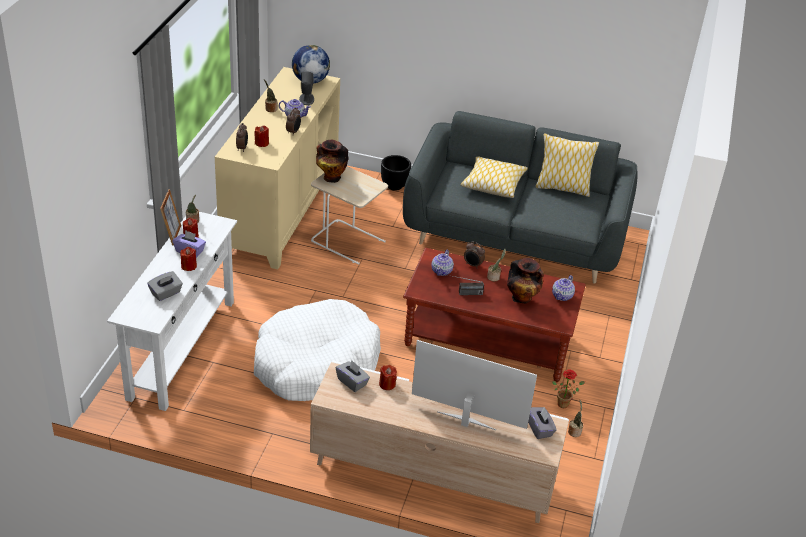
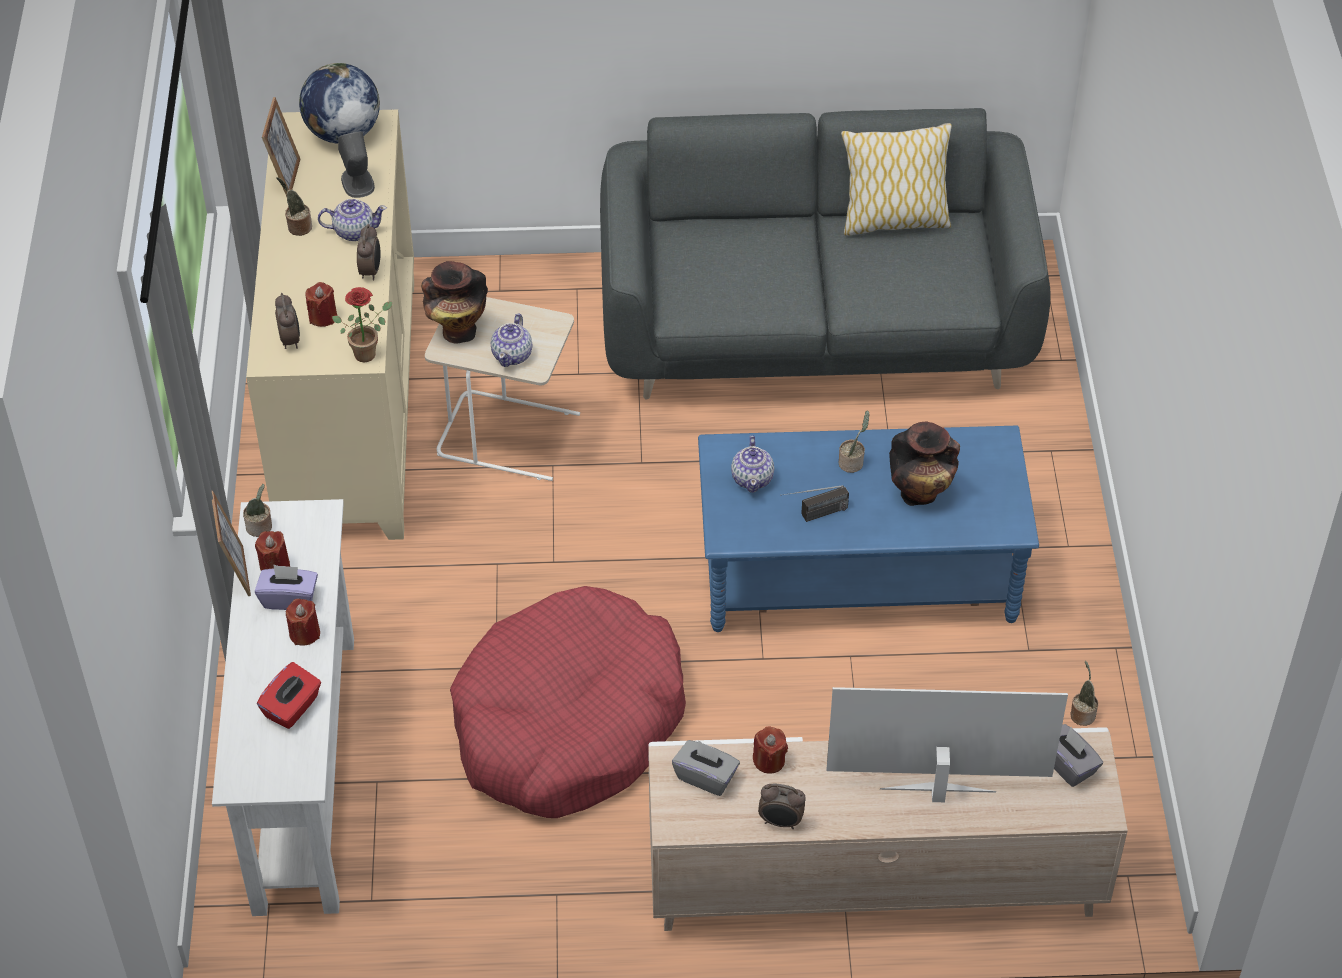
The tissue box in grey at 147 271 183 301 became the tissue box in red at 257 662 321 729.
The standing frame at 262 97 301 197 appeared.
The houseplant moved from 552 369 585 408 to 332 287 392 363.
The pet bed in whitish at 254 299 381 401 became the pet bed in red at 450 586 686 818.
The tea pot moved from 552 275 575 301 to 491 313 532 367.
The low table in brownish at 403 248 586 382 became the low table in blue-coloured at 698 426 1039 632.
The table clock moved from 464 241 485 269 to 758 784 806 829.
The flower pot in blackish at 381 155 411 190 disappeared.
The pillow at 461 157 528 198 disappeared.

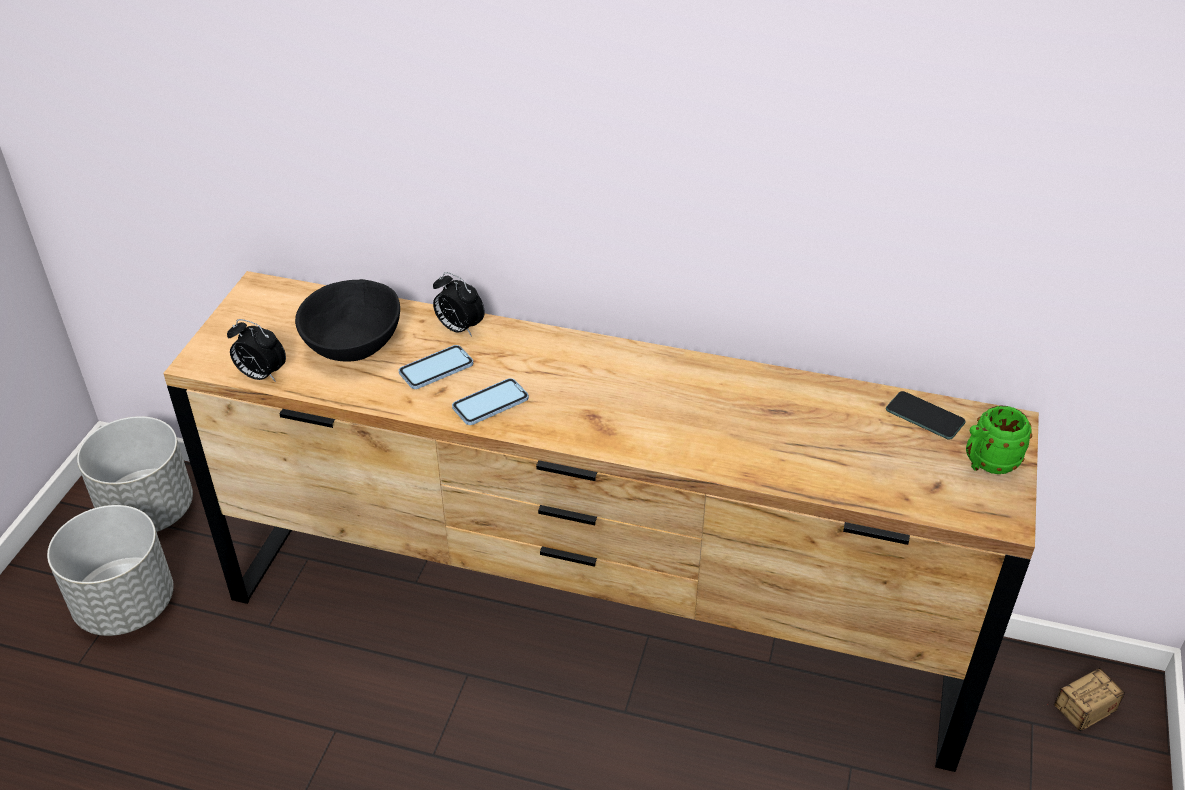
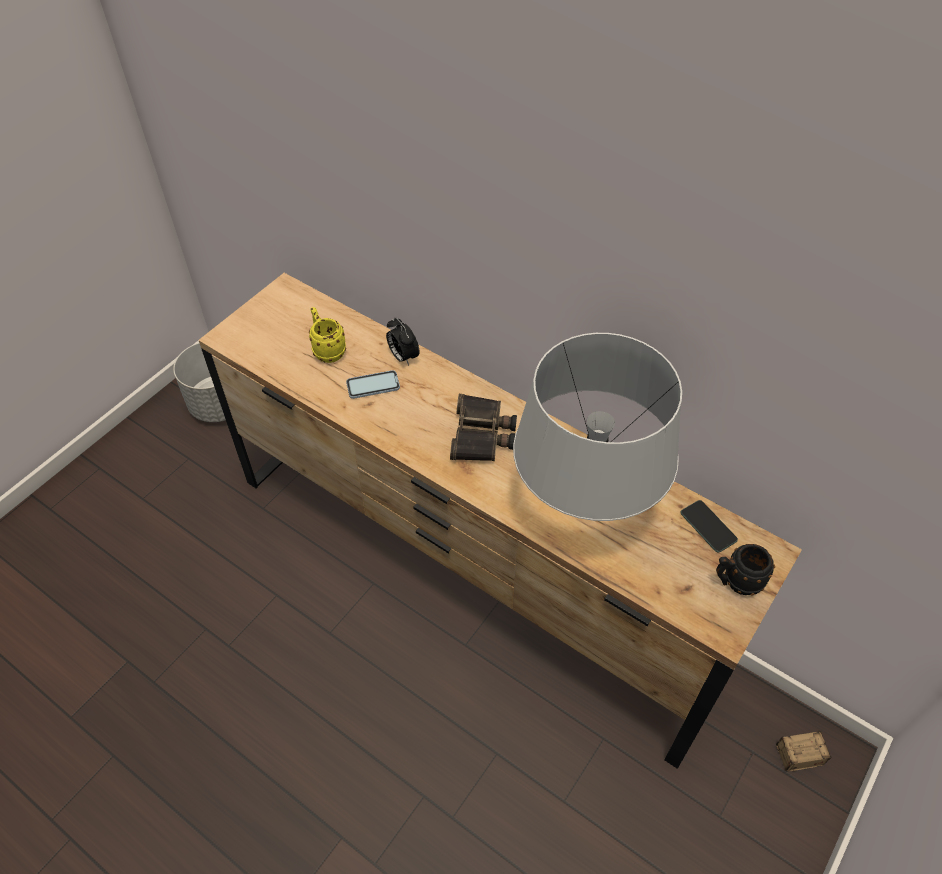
The bowl in blackish at 295 279 400 362 was replaced by the coffee mug in yellow-coloured at 309 307 346 363.
The pair of binoculars at 450 394 517 461 appeared.
The lamp for a table in grey at 513 333 682 521 appeared.
The coffee mug in green at 966 406 1032 474 became the coffee mug in blackish at 716 544 775 596.
The flower pot in grey at 47 505 174 636 disappeared.
The table clock at 227 319 286 382 disappeared.
The phone at 452 378 529 425 disappeared.

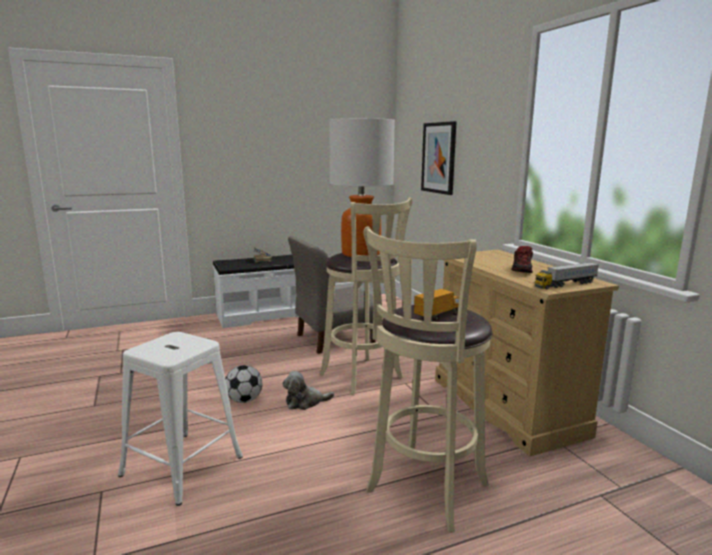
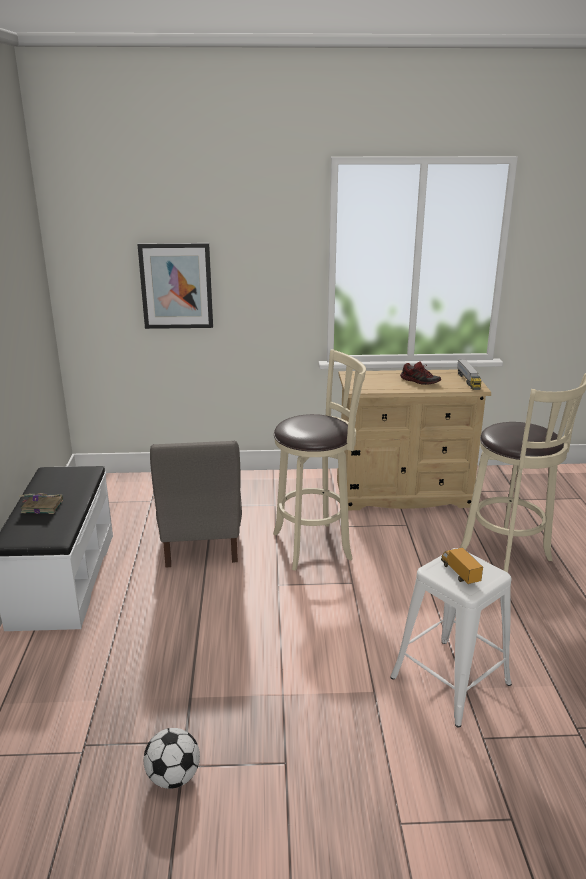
The football moved from 225 365 262 403 to 144 728 200 789.
The toy truck moved from 414 289 459 321 to 441 547 483 584.
The plush toy at 282 371 334 410 disappeared.
The lamp for a table at 329 118 395 257 disappeared.

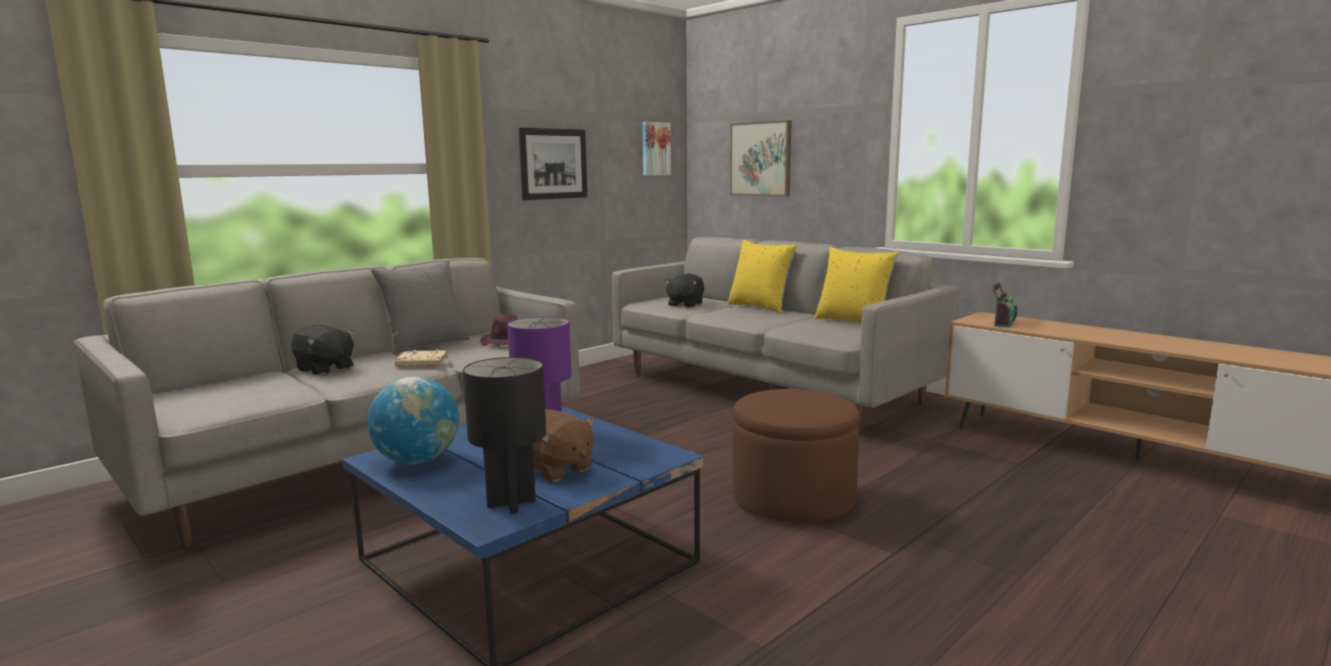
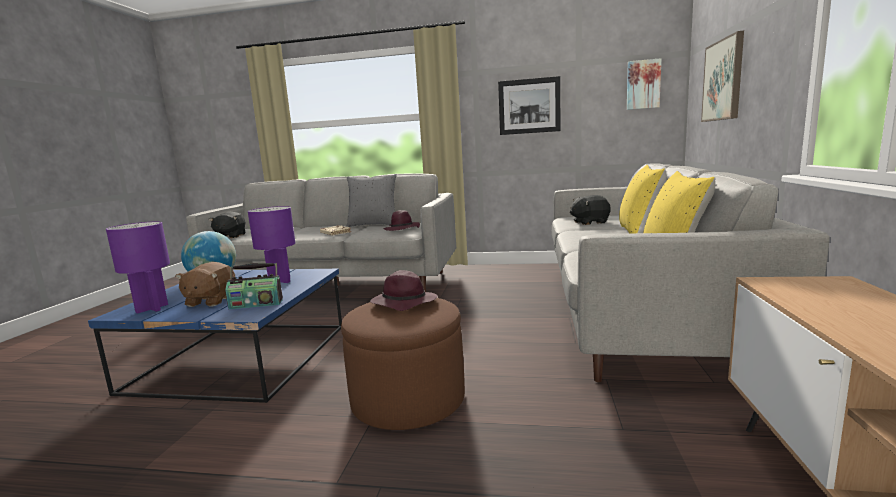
The lamp for a table in blackish at 463 357 546 514 became the lamp for a table in purplish at 106 221 170 314.
The plush toy in blackish moved from 292 325 354 375 to 208 212 246 238.
The radio set moved from 993 282 1018 328 to 225 263 283 309.
The clothing hat in purplish at 370 270 438 311 appeared.

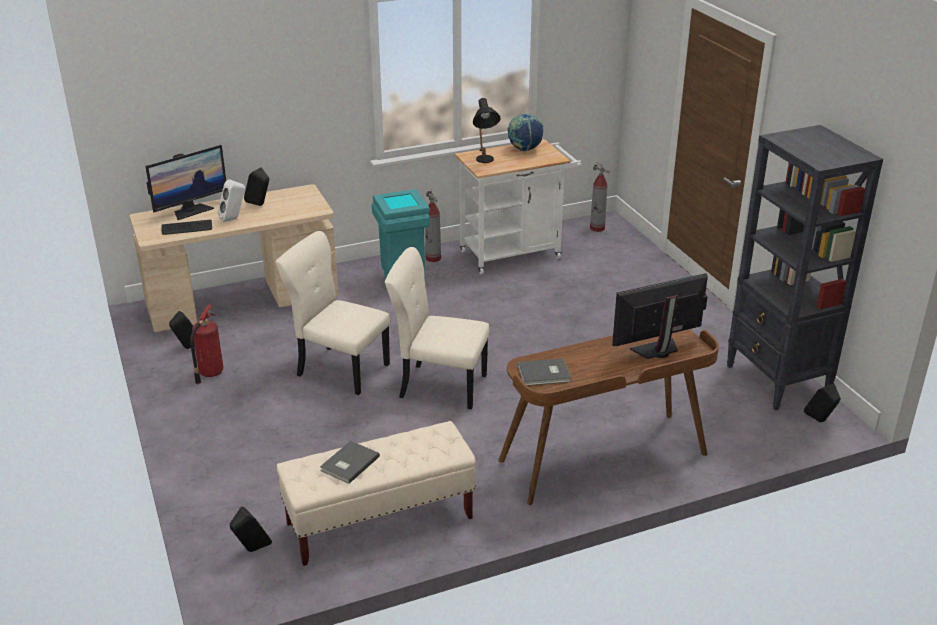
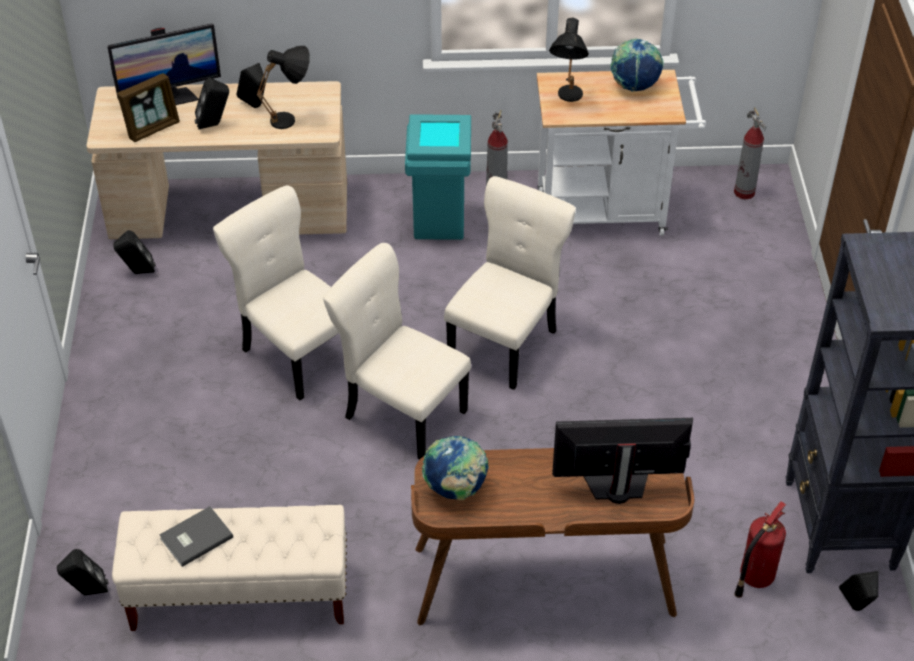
The keyboard at 162 220 212 235 was replaced by the standing frame at 117 73 180 142.
The loudspeaker in whitish at 218 179 245 222 became the loudspeaker in blackish at 195 78 229 129.
The lamp for a table in blackish at 256 46 310 129 appeared.
The volume in grey at 518 358 571 386 was replaced by the world globe at 422 436 489 500.
The chair in beige-coloured at 444 176 576 390 appeared.
The fire-fighting cylinder moved from 190 304 223 384 to 734 501 786 598.

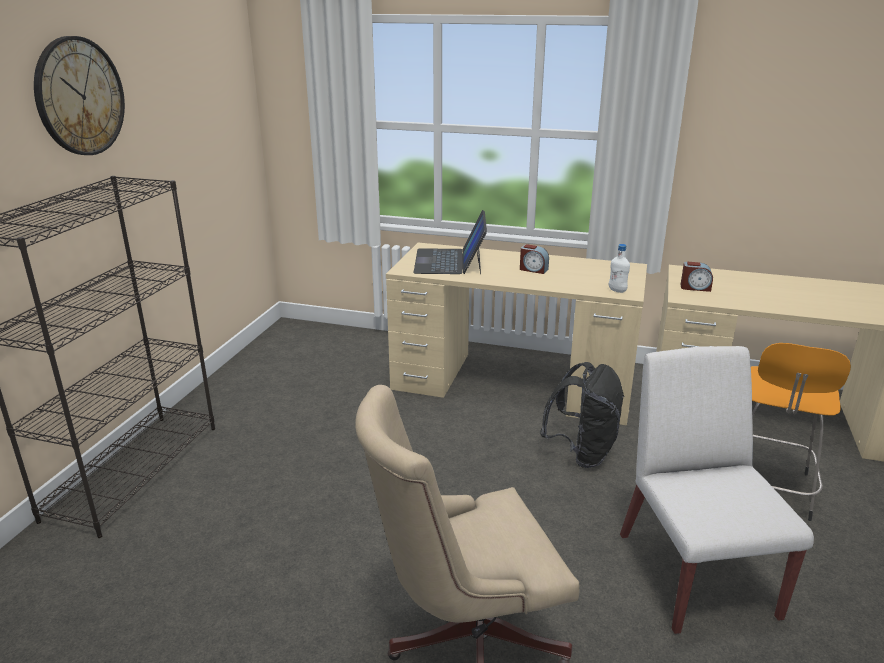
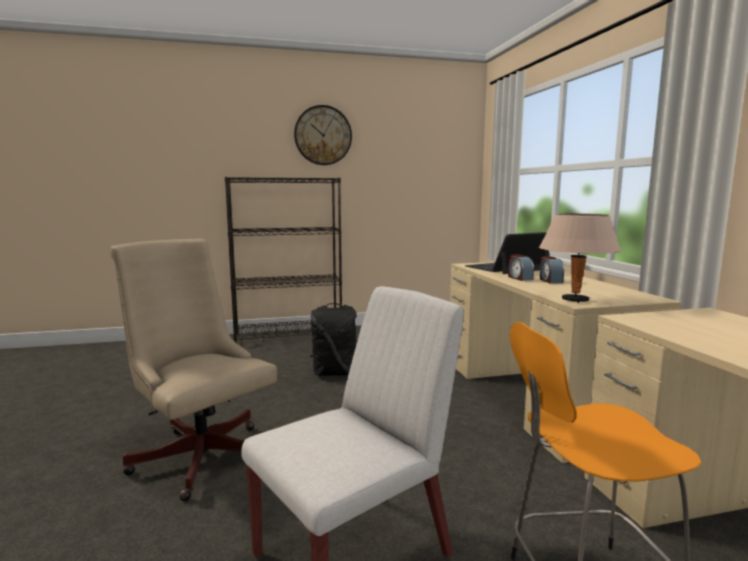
The backpack in blackish moved from 540 362 625 468 to 310 303 357 376.
The table clock moved from 681 262 713 292 to 508 254 534 281.
The beverage bottle in whitish at 609 244 630 293 was replaced by the lamp for a table in beige-coloured at 539 214 621 303.

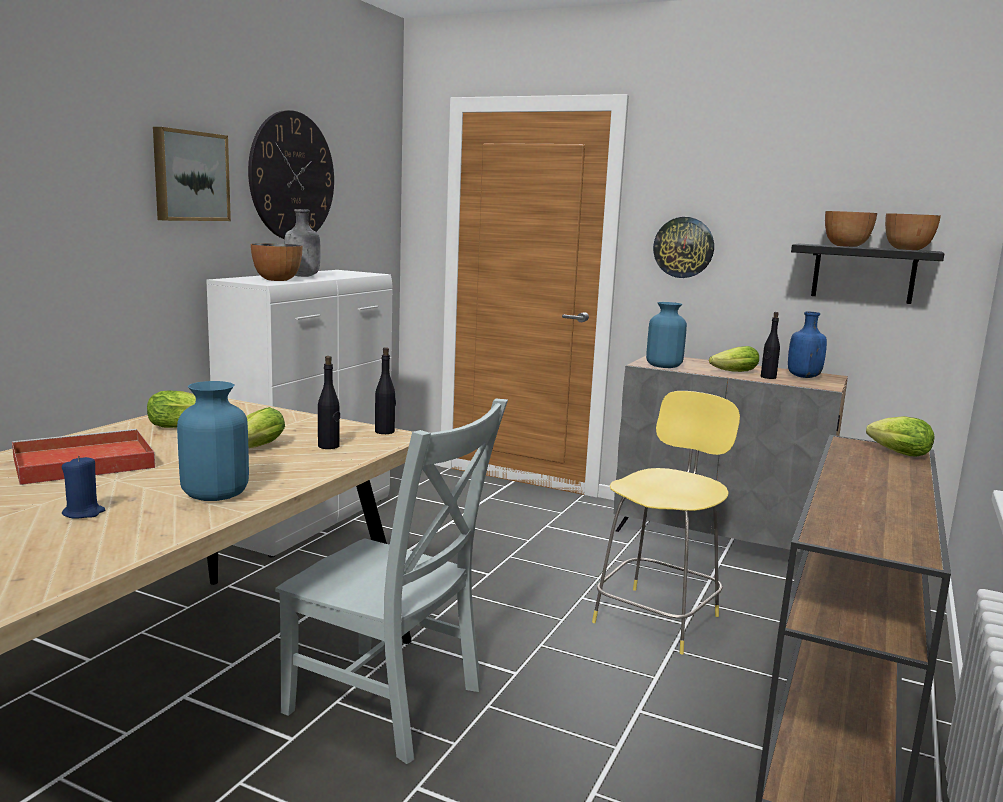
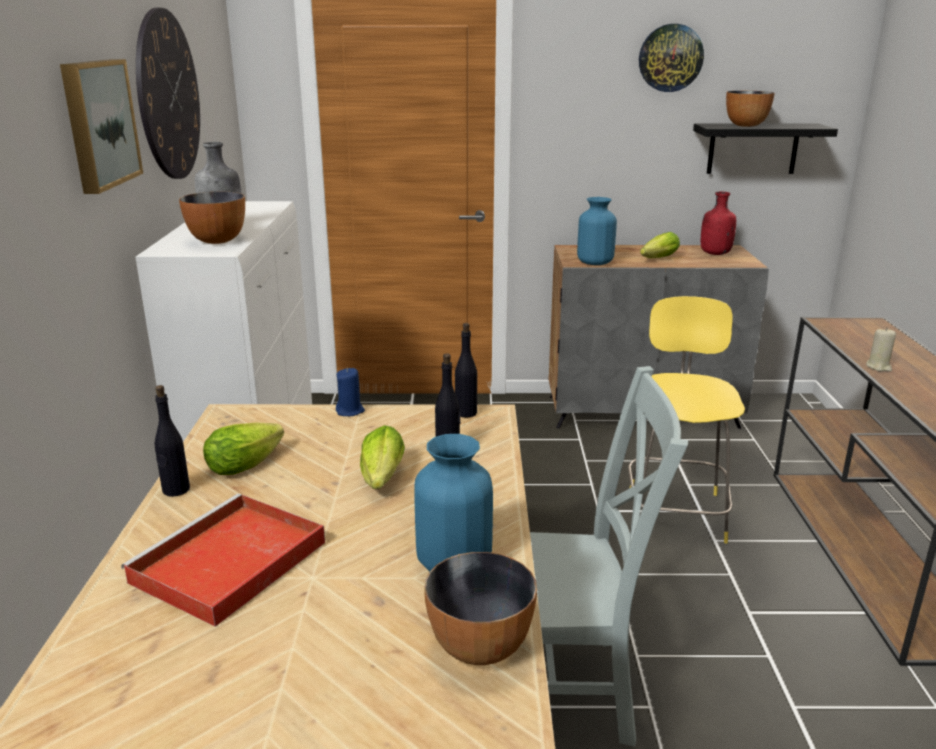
The beverage bottle in blackish moved from 761 312 780 379 to 154 385 190 497.
The wax candle in blue-coloured moved from 62 456 105 518 to 336 368 365 416.
The bowl moved from 885 213 941 250 to 424 552 537 665.
The hanging clock moved from 653 217 714 278 to 639 24 704 92.
The beverage bottle in blue-coloured at 788 312 827 378 became the beverage bottle in red at 701 192 736 255.
The wax candle in beige-coloured at 866 328 896 372 appeared.
The lettuce at 866 416 934 457 disappeared.

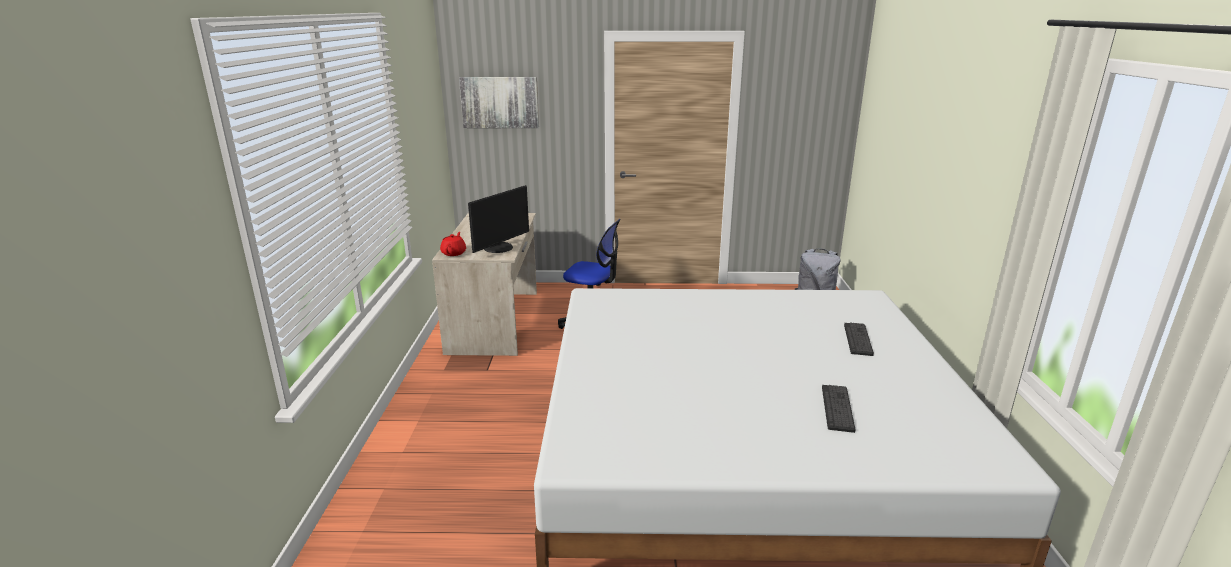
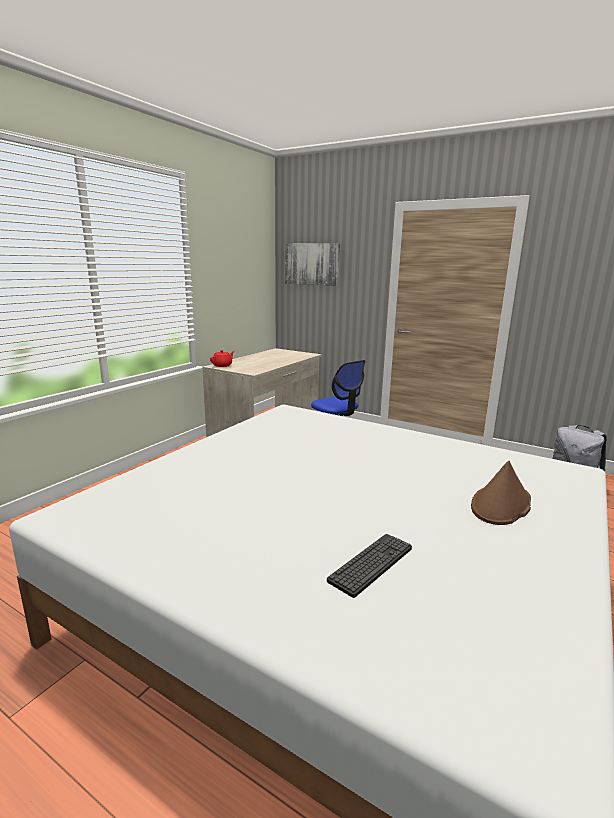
The keyboard at 844 323 874 356 was replaced by the clothing hat in brownish at 471 461 531 525.
The computer display at 468 185 529 253 disappeared.

